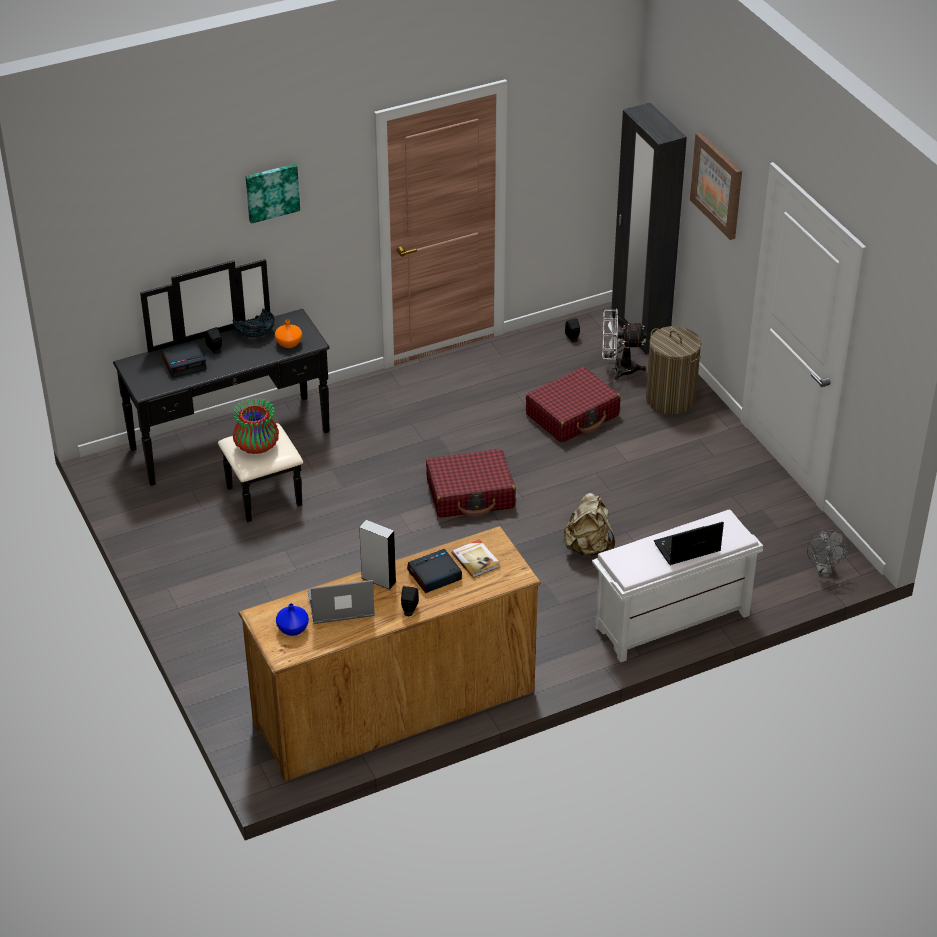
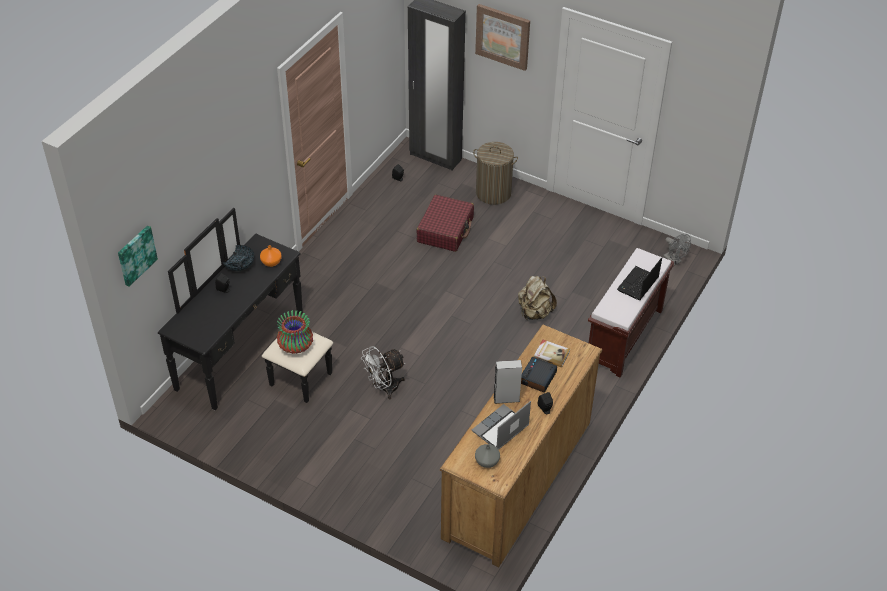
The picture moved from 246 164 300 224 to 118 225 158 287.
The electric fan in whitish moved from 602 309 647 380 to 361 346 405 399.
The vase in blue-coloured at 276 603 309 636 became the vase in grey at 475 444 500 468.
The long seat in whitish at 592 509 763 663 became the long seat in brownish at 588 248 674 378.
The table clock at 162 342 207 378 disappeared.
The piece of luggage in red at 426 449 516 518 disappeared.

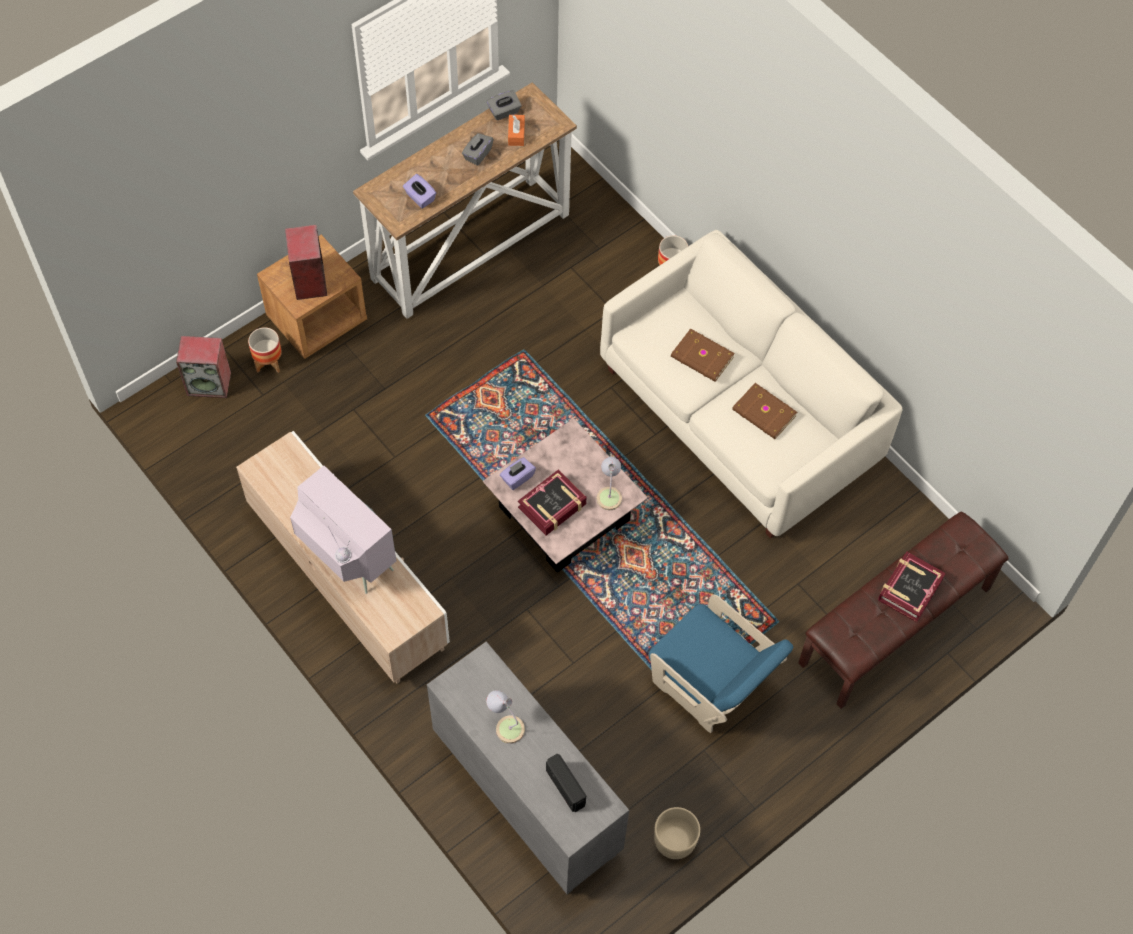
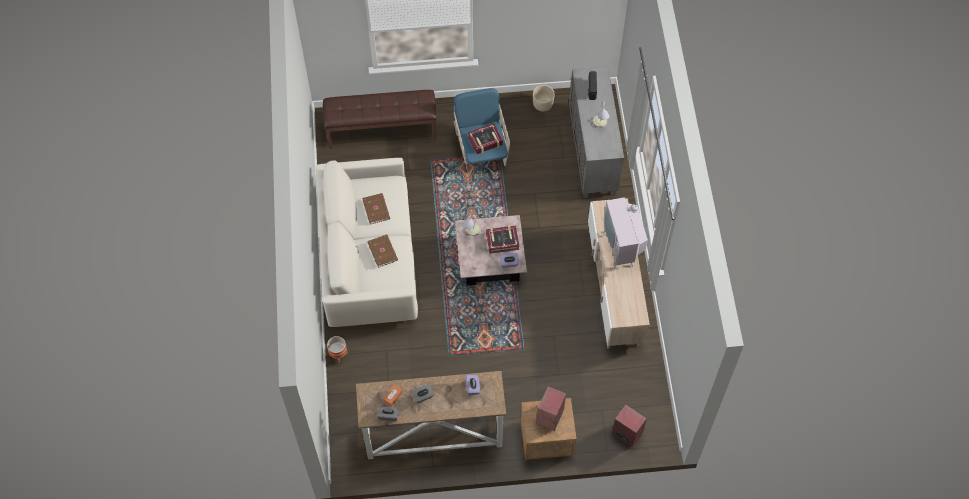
The volume moved from 878 552 946 622 to 468 123 503 154.
The flower pot at 248 327 282 373 disappeared.

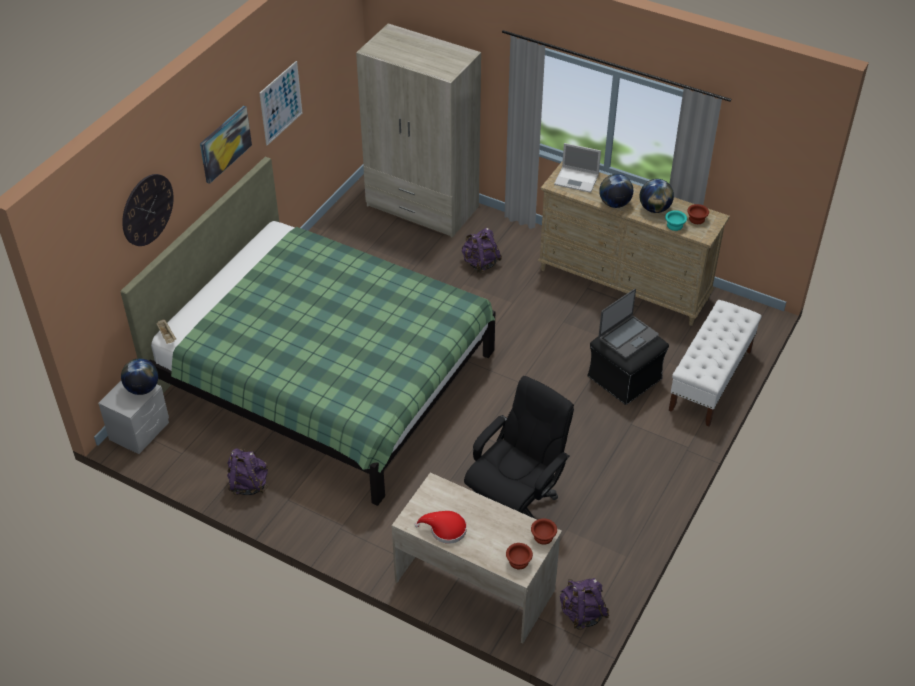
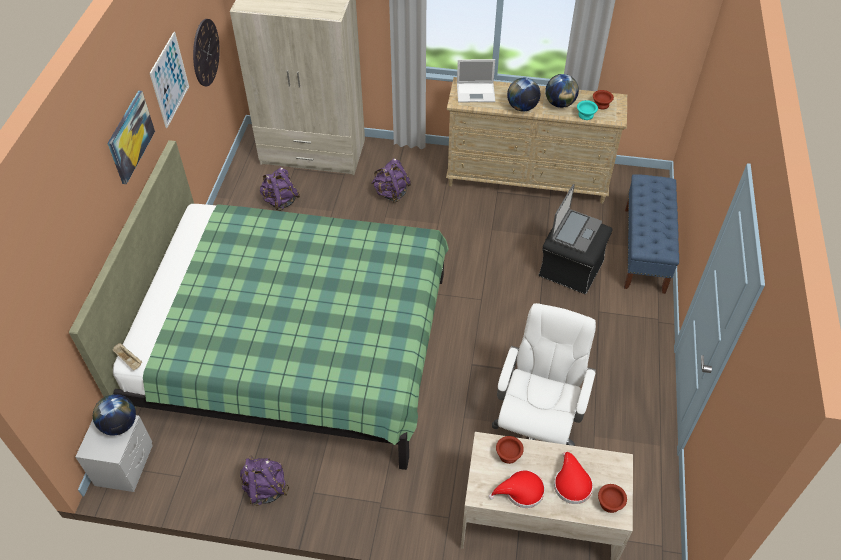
The hanging clock moved from 122 174 174 246 to 193 19 220 86.
The backpack in purplish moved from 560 578 609 630 to 260 167 300 211.
The computer chair in blackish at 464 376 574 519 became the computer chair in whitish at 492 303 596 446.
The bowl in brownish moved from 531 518 557 545 to 496 436 524 464.
The clothing hat in red at 554 452 593 504 appeared.
The long seat in whitish at 669 300 762 426 became the long seat in blue-coloured at 624 174 679 294.

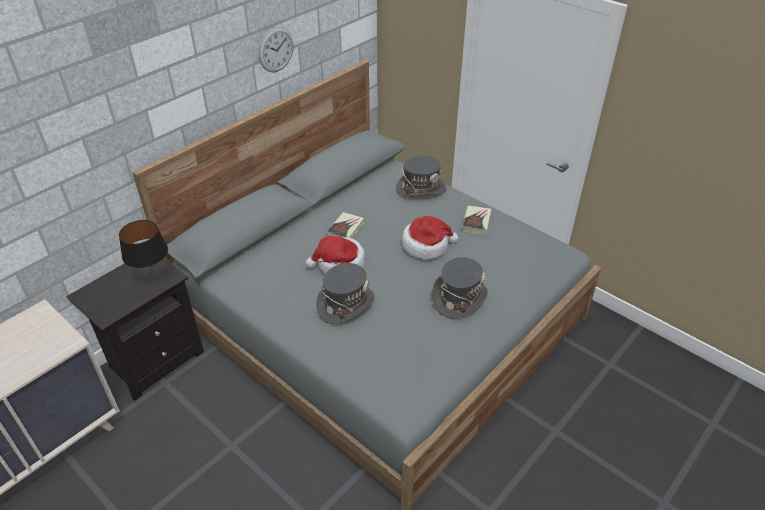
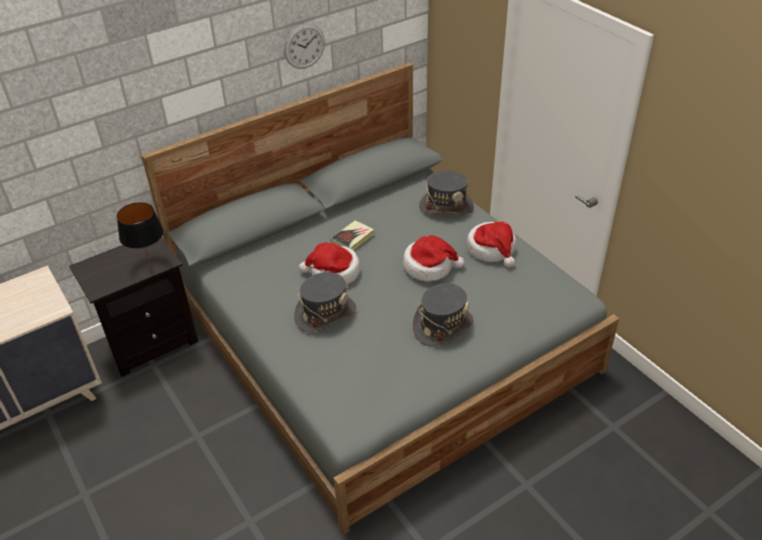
The volume at 462 206 491 235 was replaced by the clothing hat at 467 222 516 268.

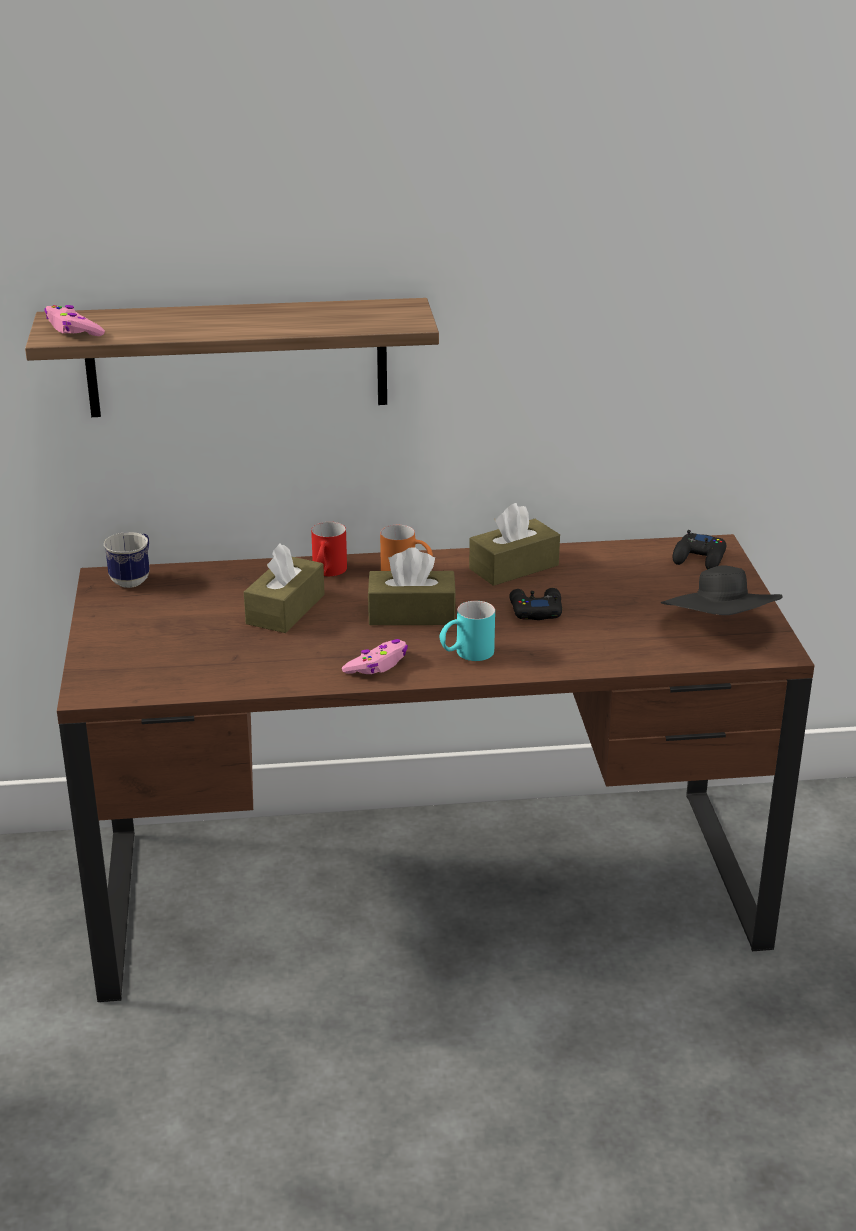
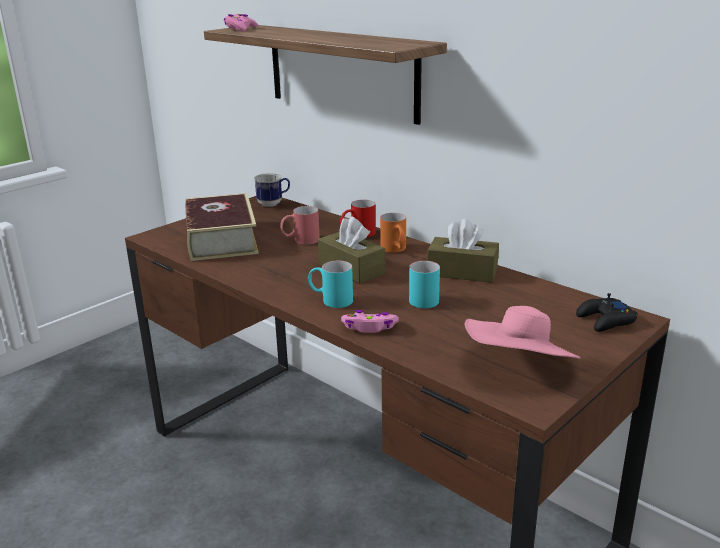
The volume at 186 193 259 261 appeared.
The tissue box in brownish at 244 543 325 633 was replaced by the coffee mug in red at 280 206 320 245.
The joypad in pinkish moved from 342 639 408 674 to 341 310 399 333.
The joypad in blackish at 509 588 562 620 was replaced by the coffee mug in turquoise-coloured at 409 261 440 308.
The clothing hat in blackish at 661 565 783 615 became the clothing hat in pinkish at 465 306 580 358.

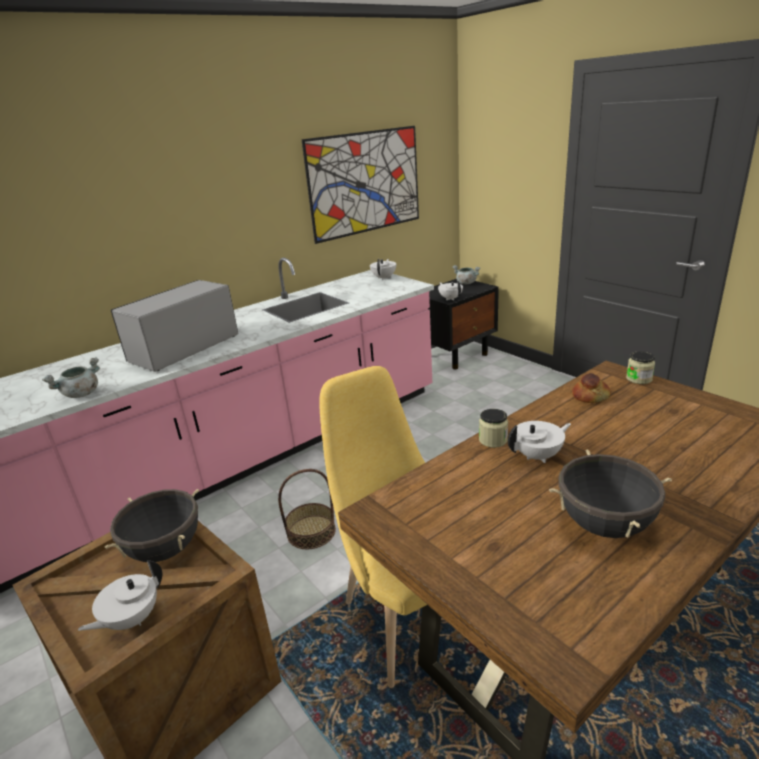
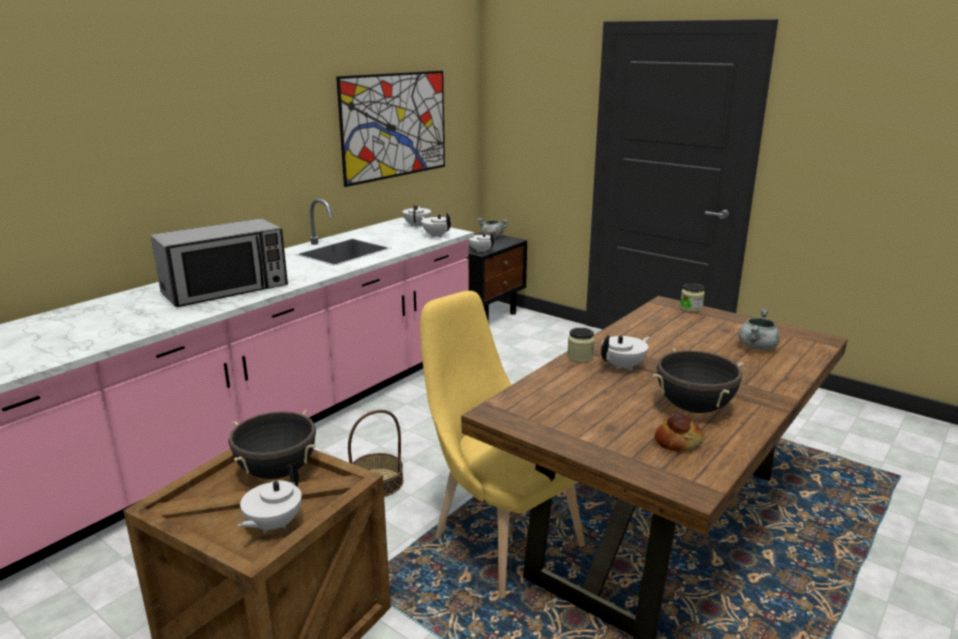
The microwave at 111 280 238 372 turned 150 degrees counterclockwise.
The tea pot in whitish at 421 213 451 237 appeared.
The bakery bread moved from 572 373 611 403 to 655 412 703 452.
The saucepot in grey moved from 42 357 100 398 to 738 308 780 350.

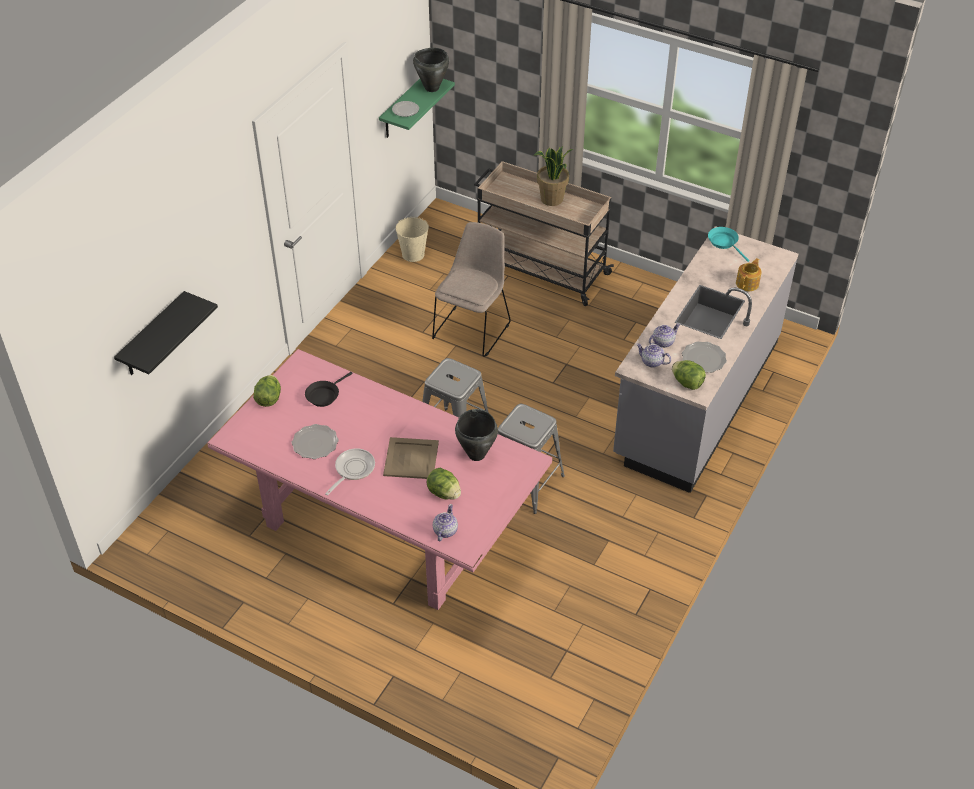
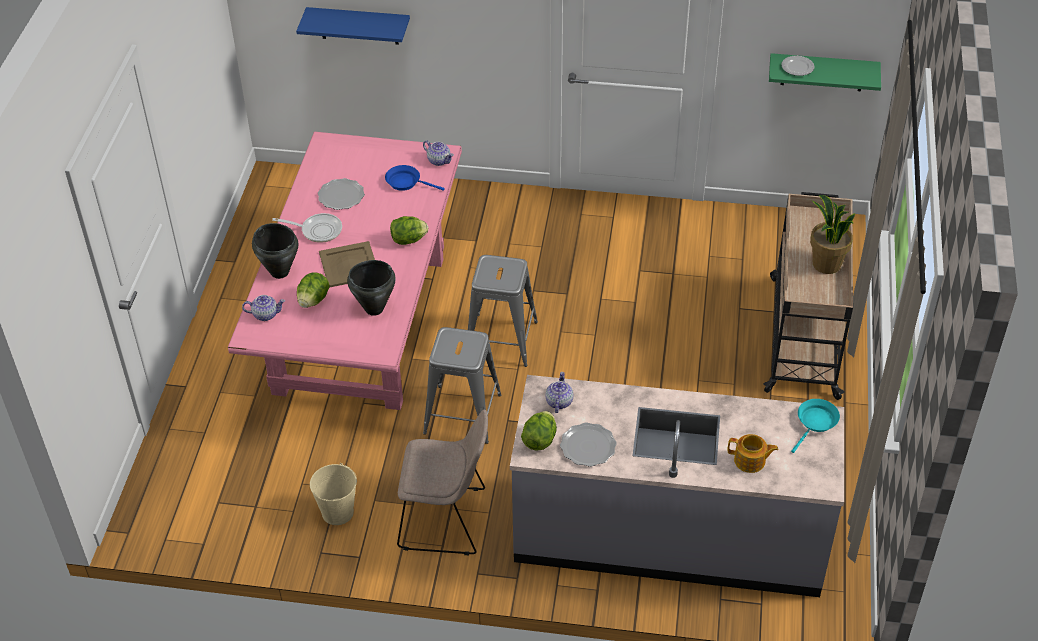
The saucepot in blackish moved from 413 48 449 92 to 252 223 298 279.
The shelf in blackish at 114 291 218 375 became the shelf in blue-coloured at 296 7 410 45.
The pail in beige-coloured moved from 396 217 429 262 to 310 463 357 525.
The skillet in blackish at 305 372 352 407 became the skillet in blue-coloured at 385 165 445 191.
The lettuce moved from 253 375 281 407 to 390 216 428 245.
The chair in beige-coloured moved from 432 222 511 357 to 397 410 488 555.
The tea pot moved from 649 323 680 348 to 423 140 454 166.

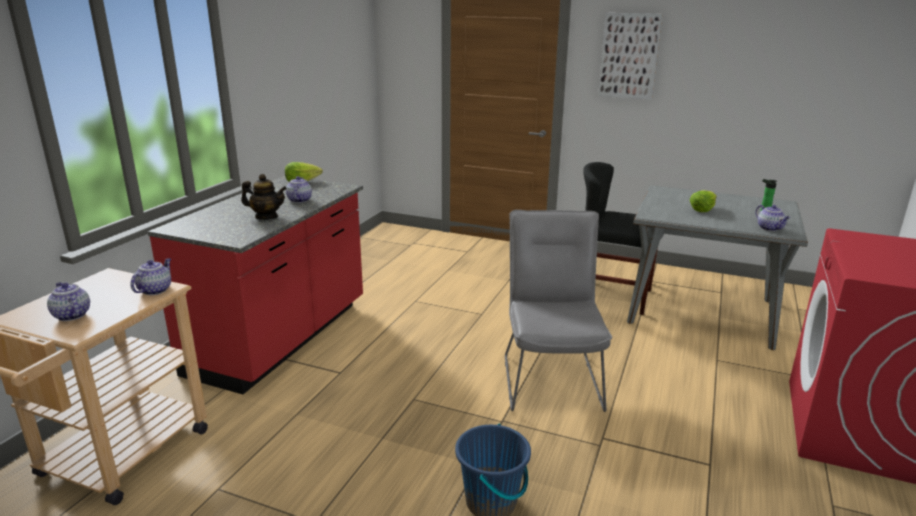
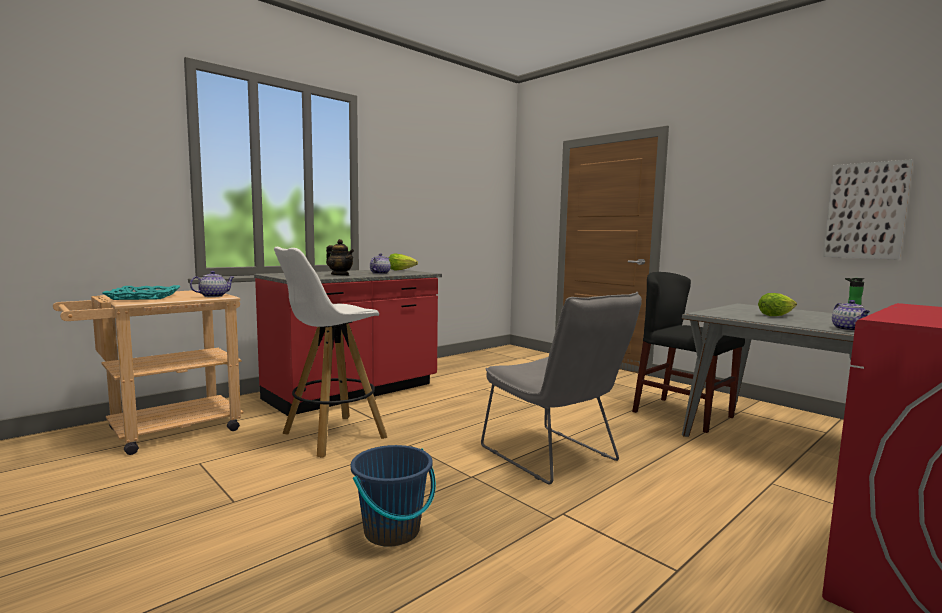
The tea pot at 47 282 90 321 was replaced by the serving tray in turquoise-coloured at 102 285 181 300.
The stool seat in whitish at 274 247 387 458 appeared.
The chair in grey at 505 210 612 412 turned 120 degrees clockwise.
The picture moved from 598 13 662 100 to 823 159 913 260.

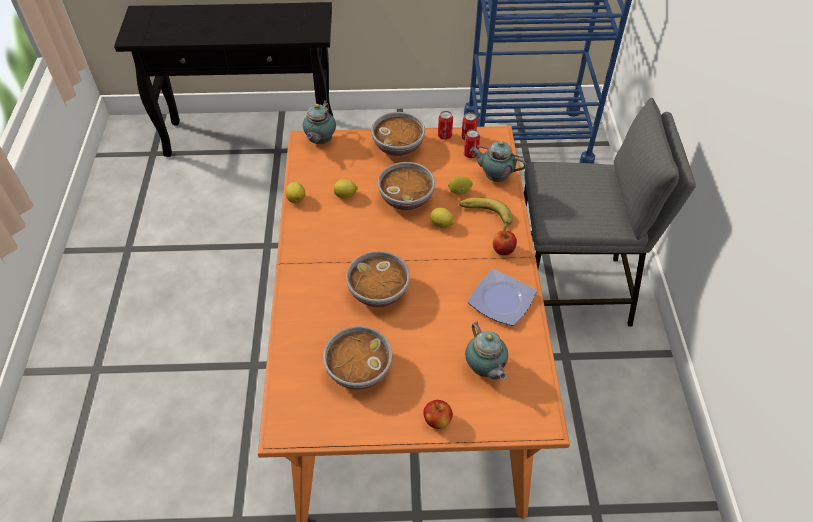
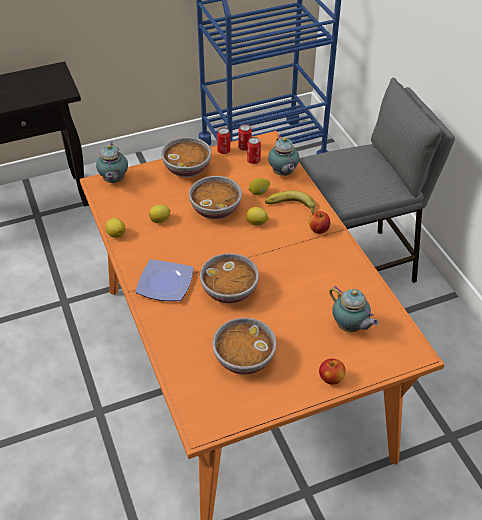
The plate moved from 468 269 537 326 to 136 259 194 301.
The tea pot at 470 141 526 182 turned 105 degrees counterclockwise.

